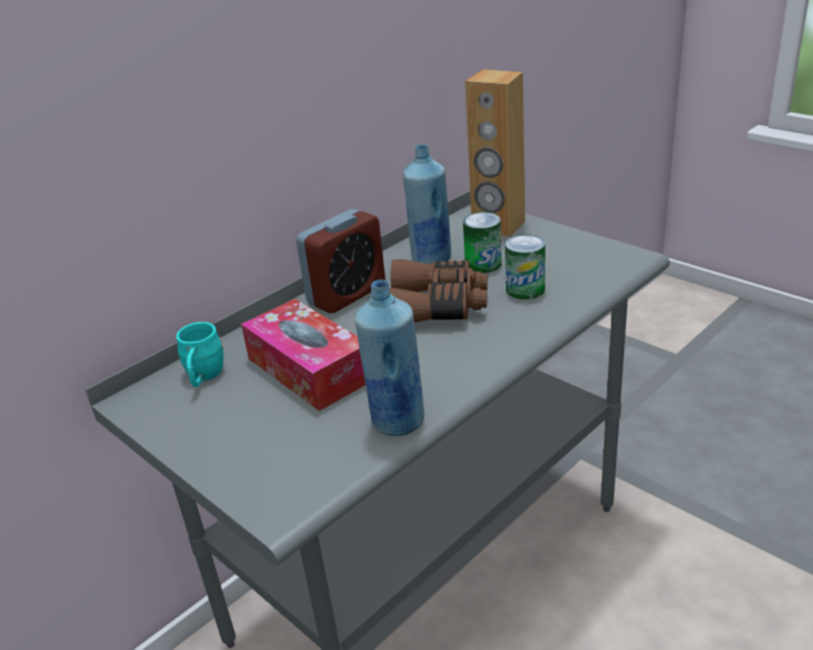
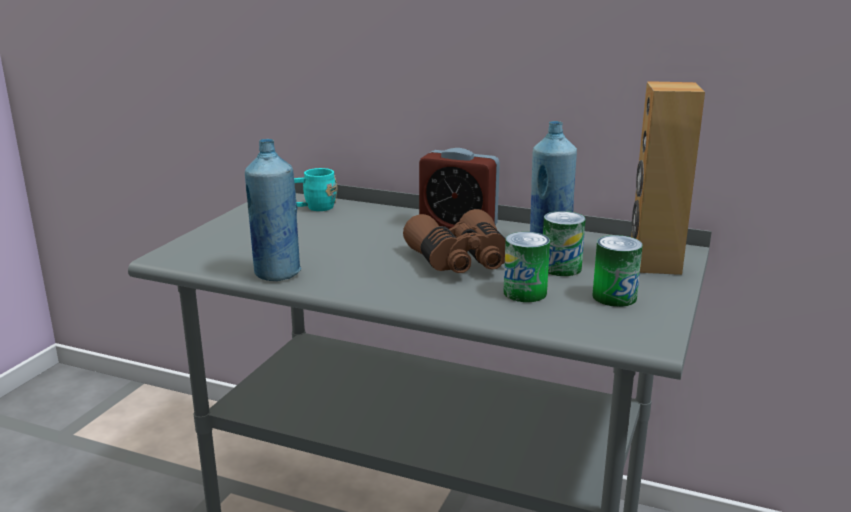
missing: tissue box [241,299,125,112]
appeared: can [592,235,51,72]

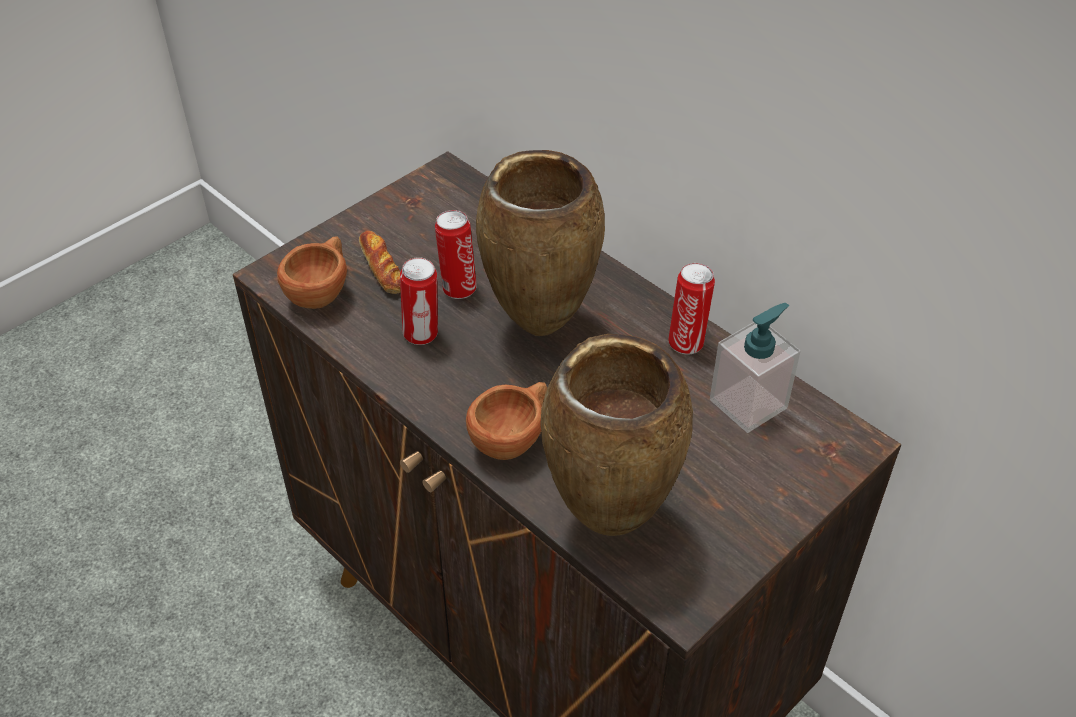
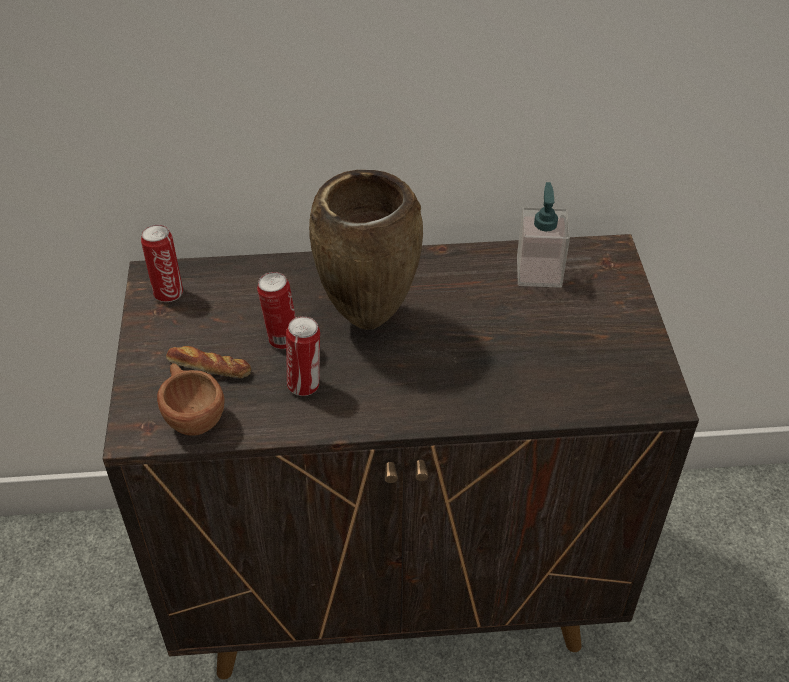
missing: brown cup [466,382,81,78]; brown vase [540,334,153,202]
relocated: can [668,263,47,92] to [141,225,42,77]

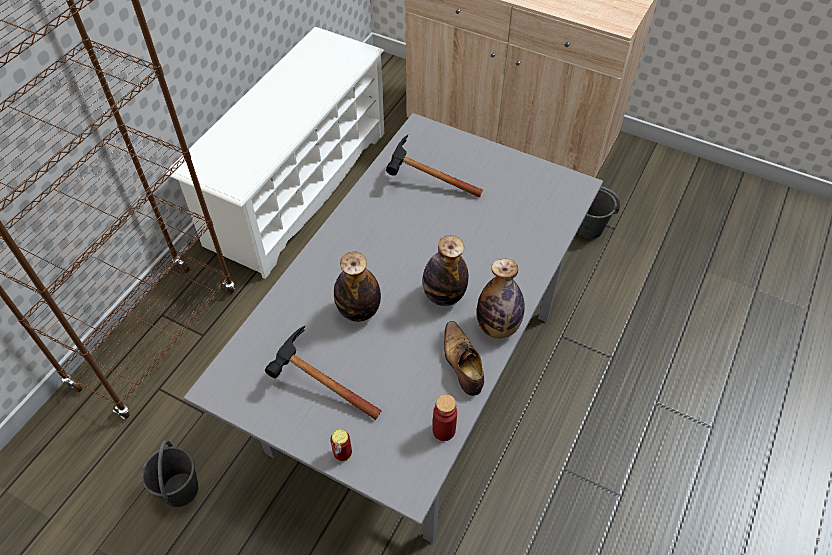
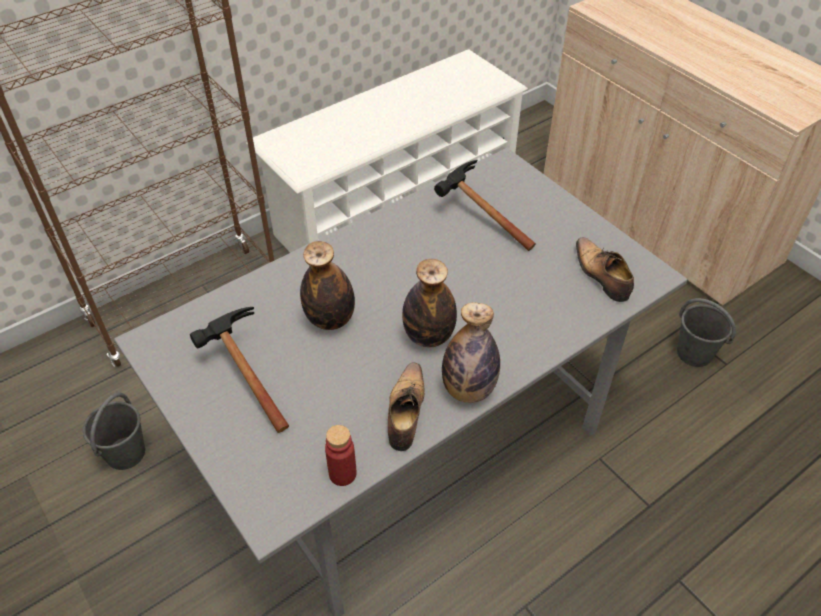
missing: can [330,430,22,32]
appeared: shoe [576,237,58,65]

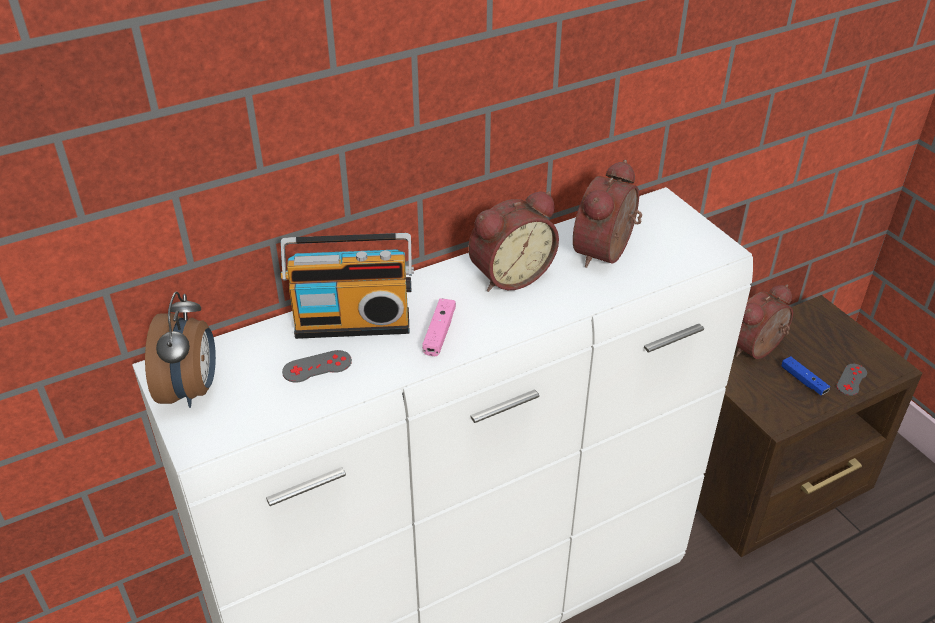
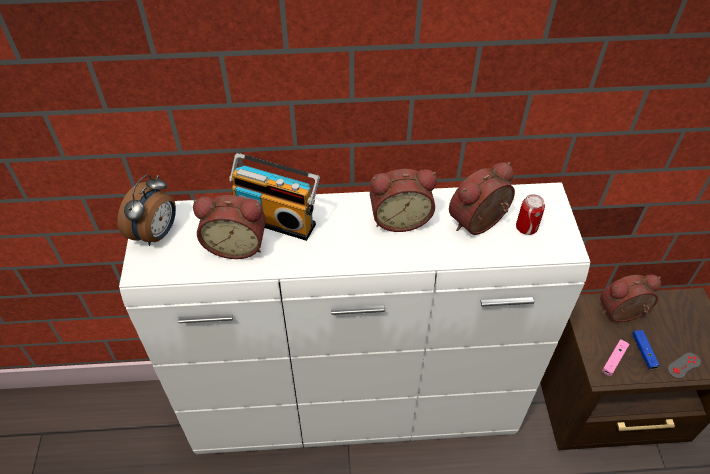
appeared: can [516,194,29,41]
relocated: pink game controller [422,298,34,58] to [602,339,27,37]
exchanged: grey game controller [282,350,70,33] to alarm clock [193,195,73,64]

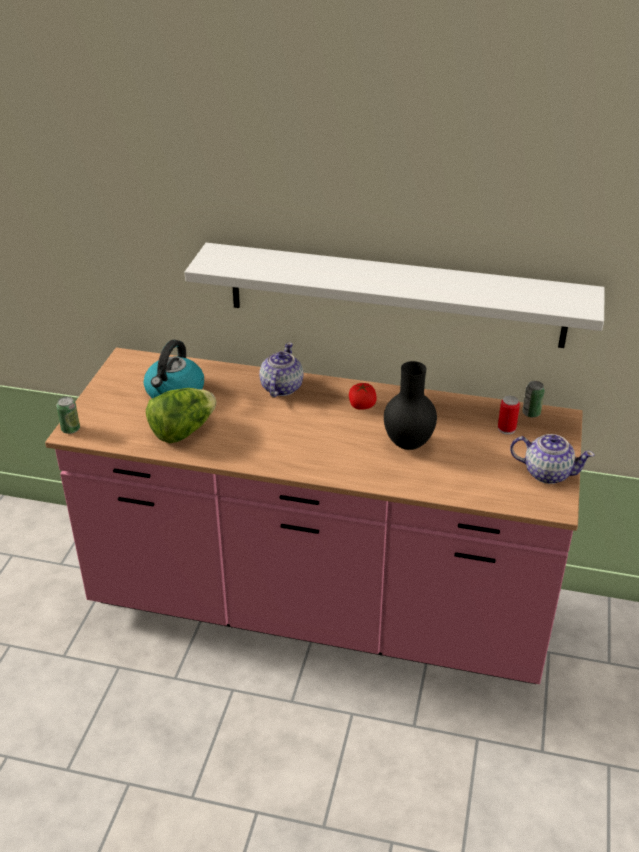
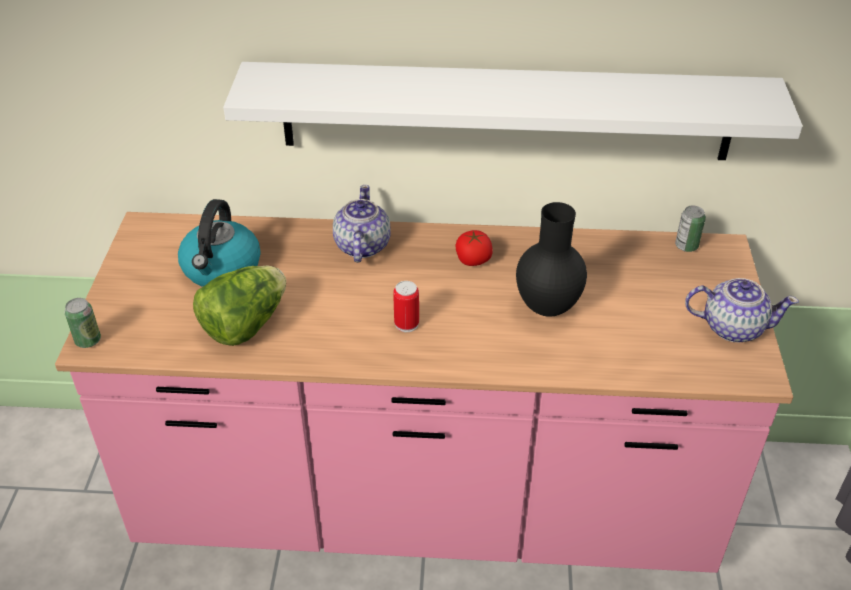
relocated: can [498,396,22,39] to [393,281,26,51]

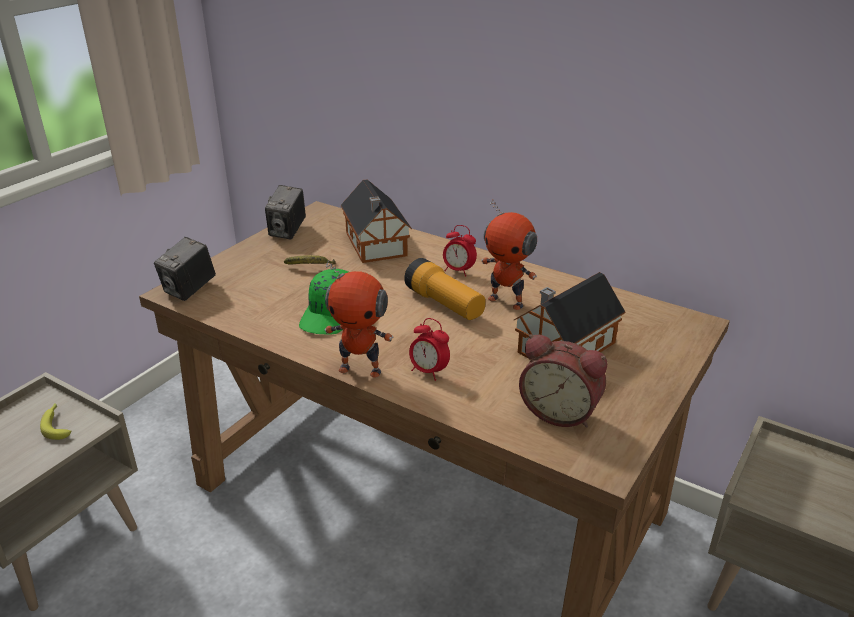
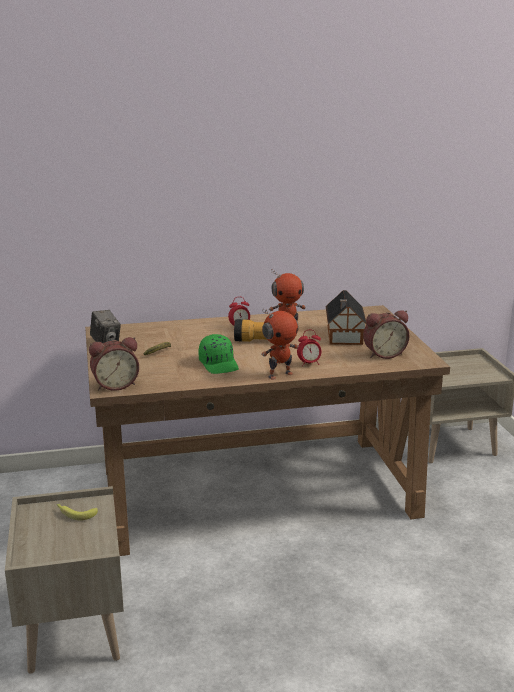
missing: toy house [341,179,71,84]
exchanged: photo camera [154,237,62,64] to alarm clock [89,337,50,54]

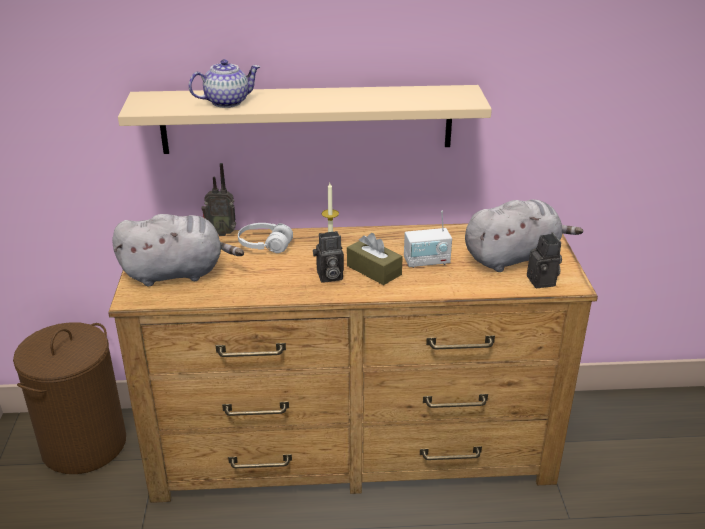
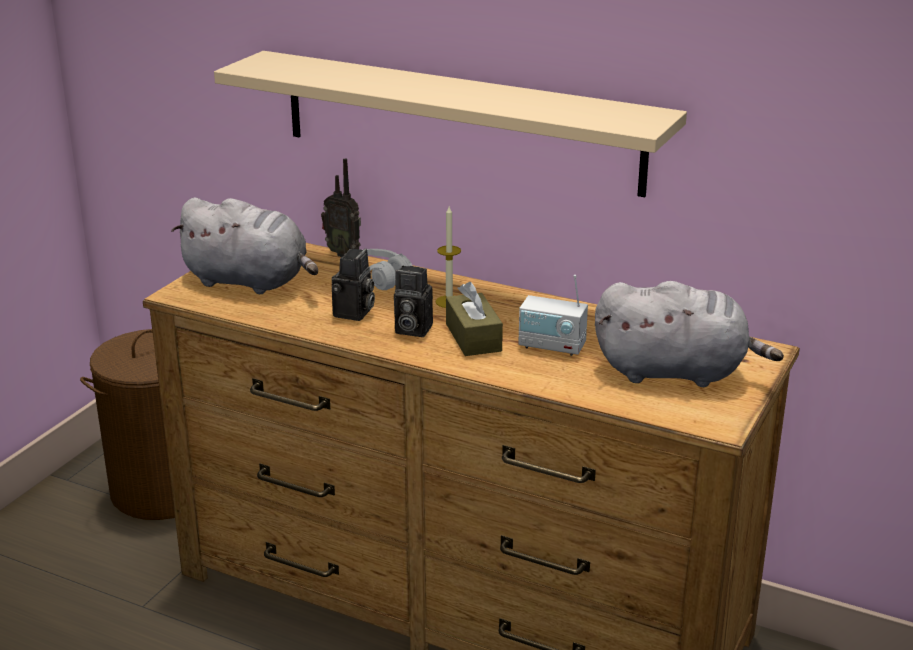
missing: teapot [189,59,71,49]
relocated: photo camera [527,232,35,56] to [332,248,43,73]

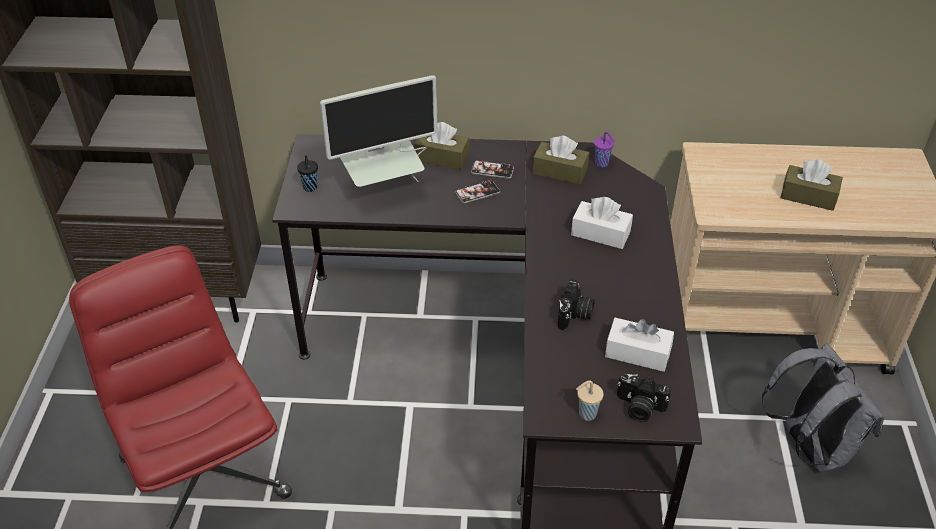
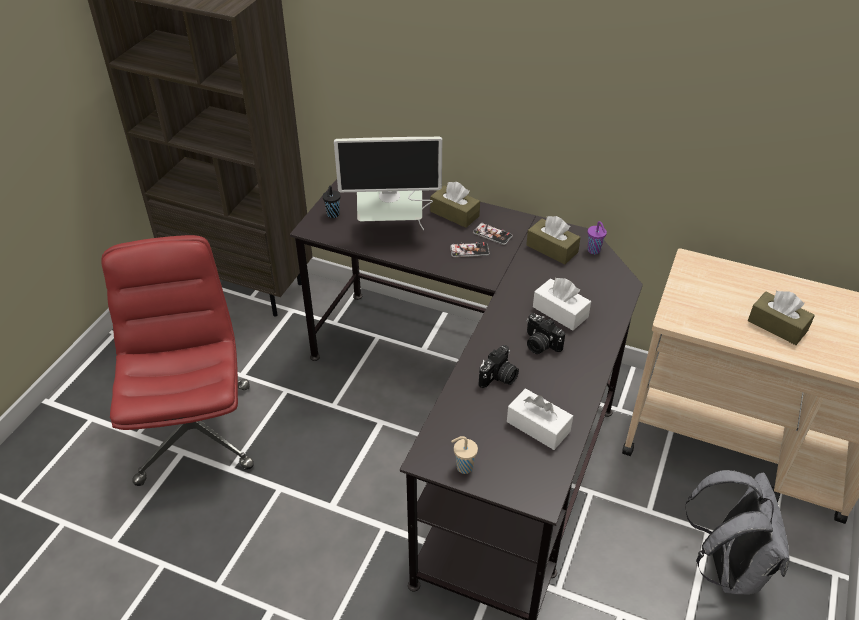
relocated: photo camera [617,374,54,48] to [527,313,38,41]

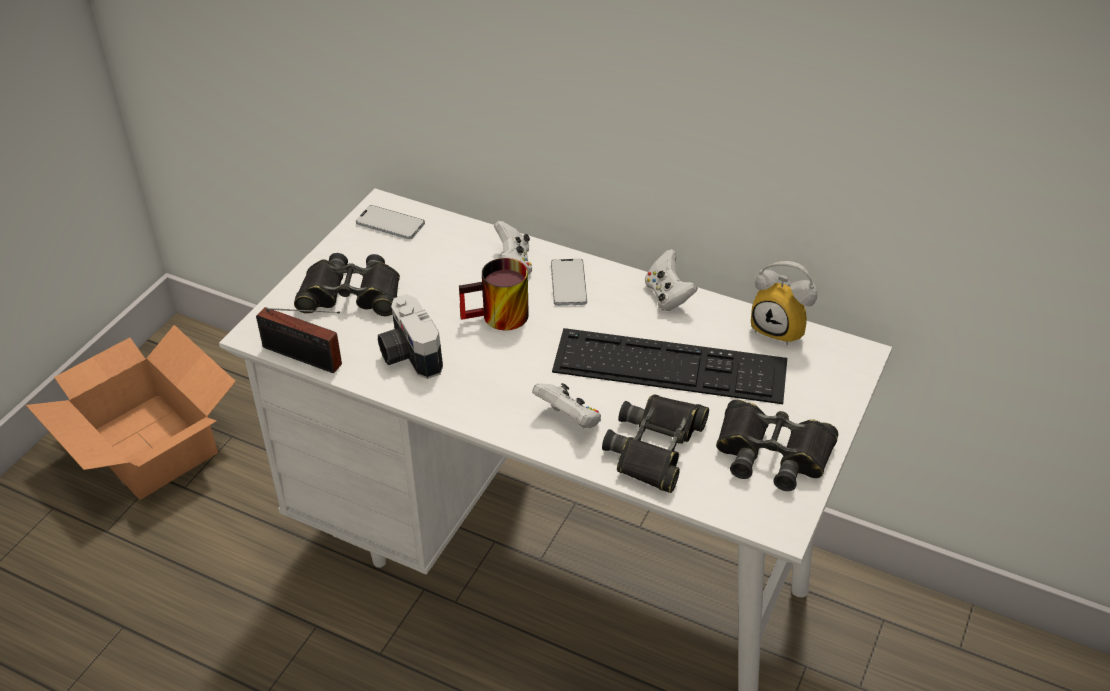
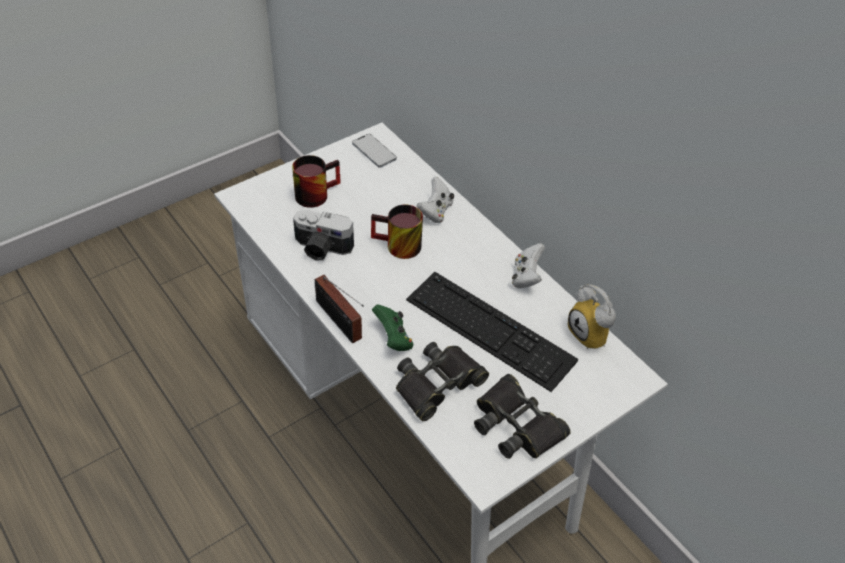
missing: cardboard box [26,325,210,175]; phone [551,259,36,47]
relocated: radio [256,307,86,66] to [315,275,49,68]
exchanged: black binoculars [294,253,106,63] to mug [292,155,49,53]
colour: white game controller [532,383,69,45] to green game controller [372,305,41,46]
spun: photo camera [378,294,65,85] = [293,210,61,51] 75 degrees counterclockwise

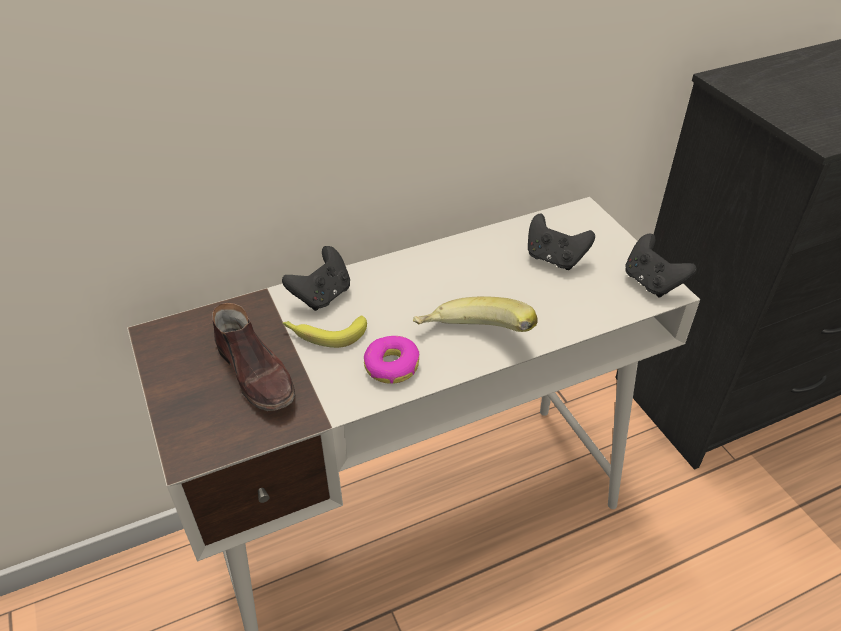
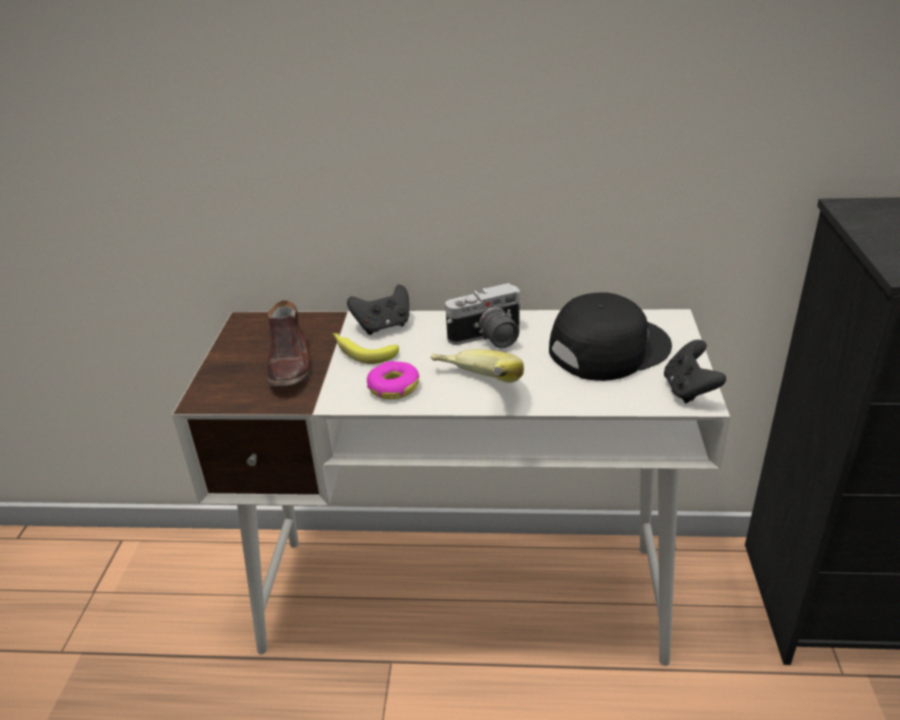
appeared: photo camera [445,283,79,65]
exchanged: black game controller [528,214,67,56] to black cap [549,292,123,89]

